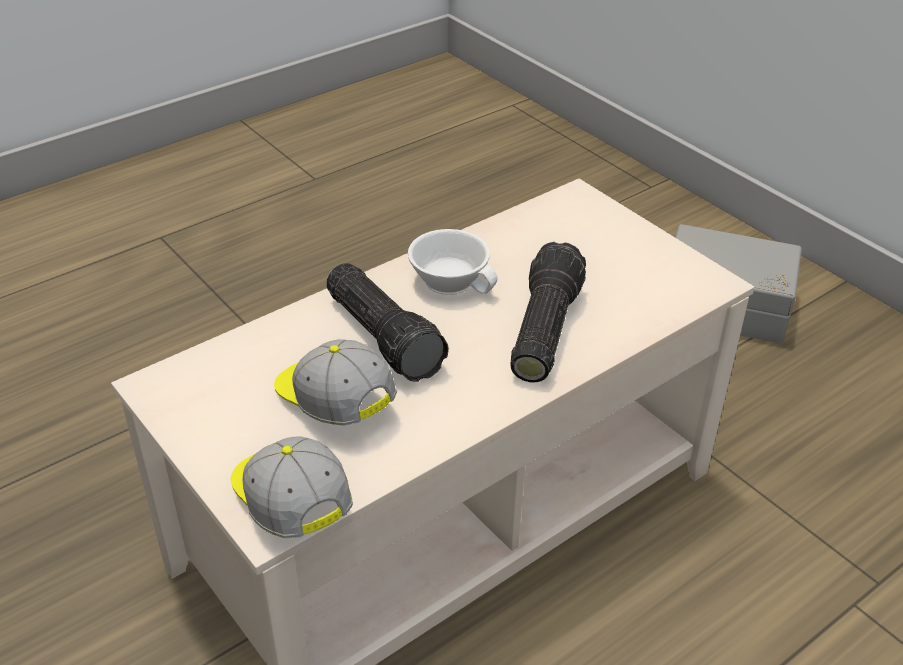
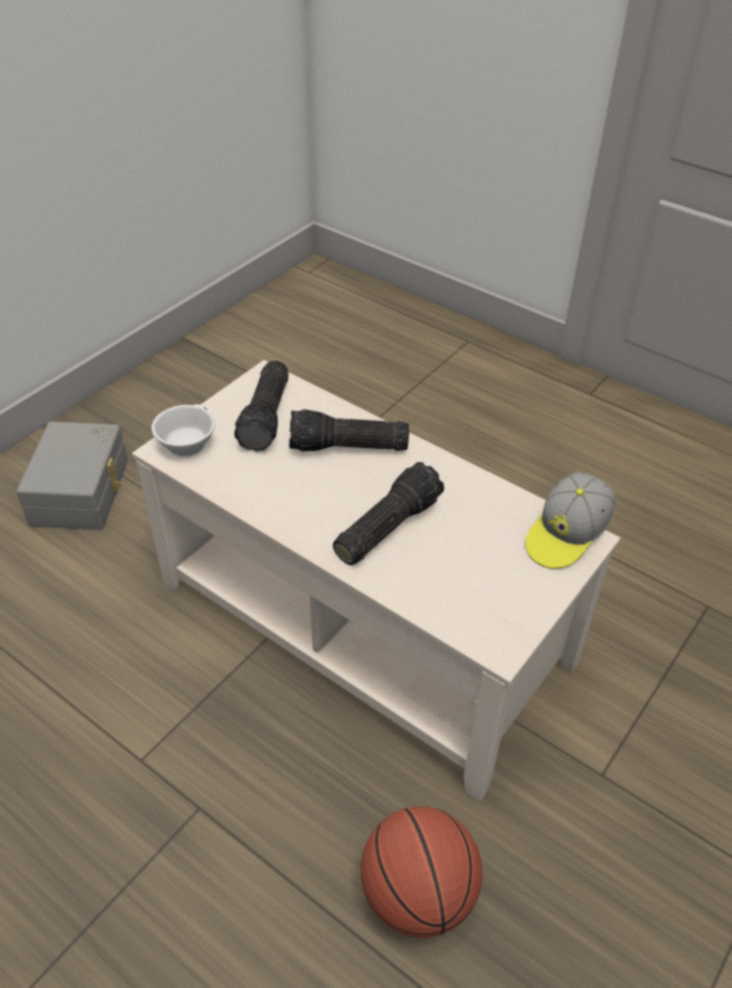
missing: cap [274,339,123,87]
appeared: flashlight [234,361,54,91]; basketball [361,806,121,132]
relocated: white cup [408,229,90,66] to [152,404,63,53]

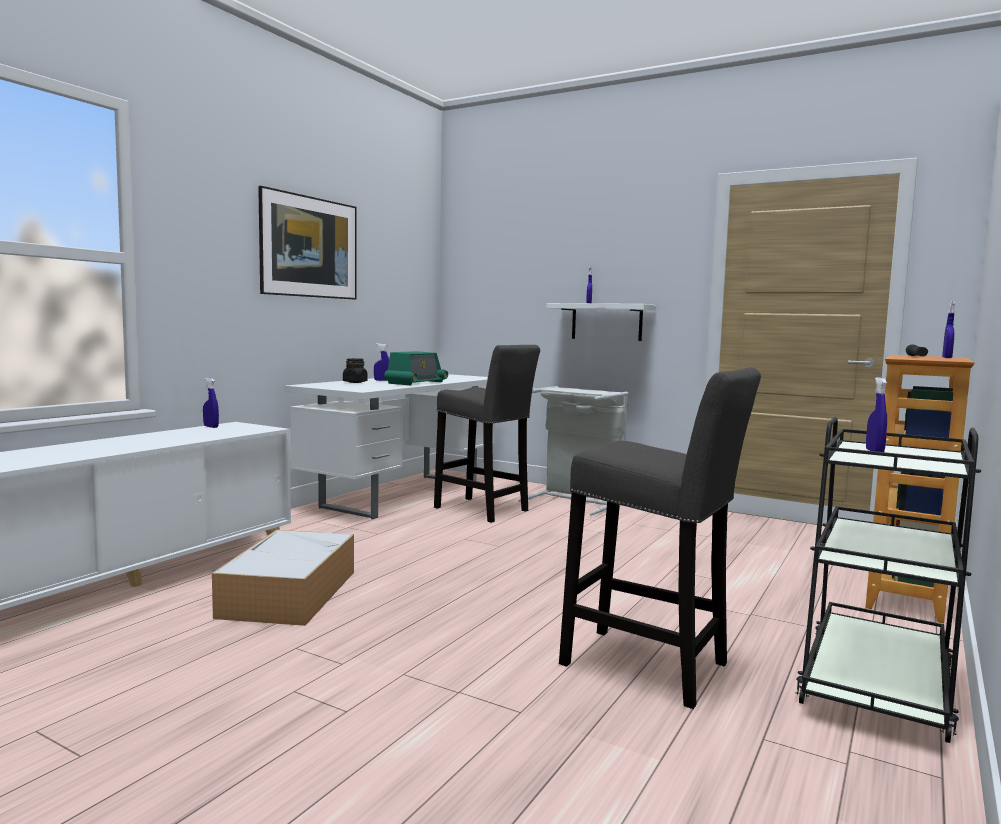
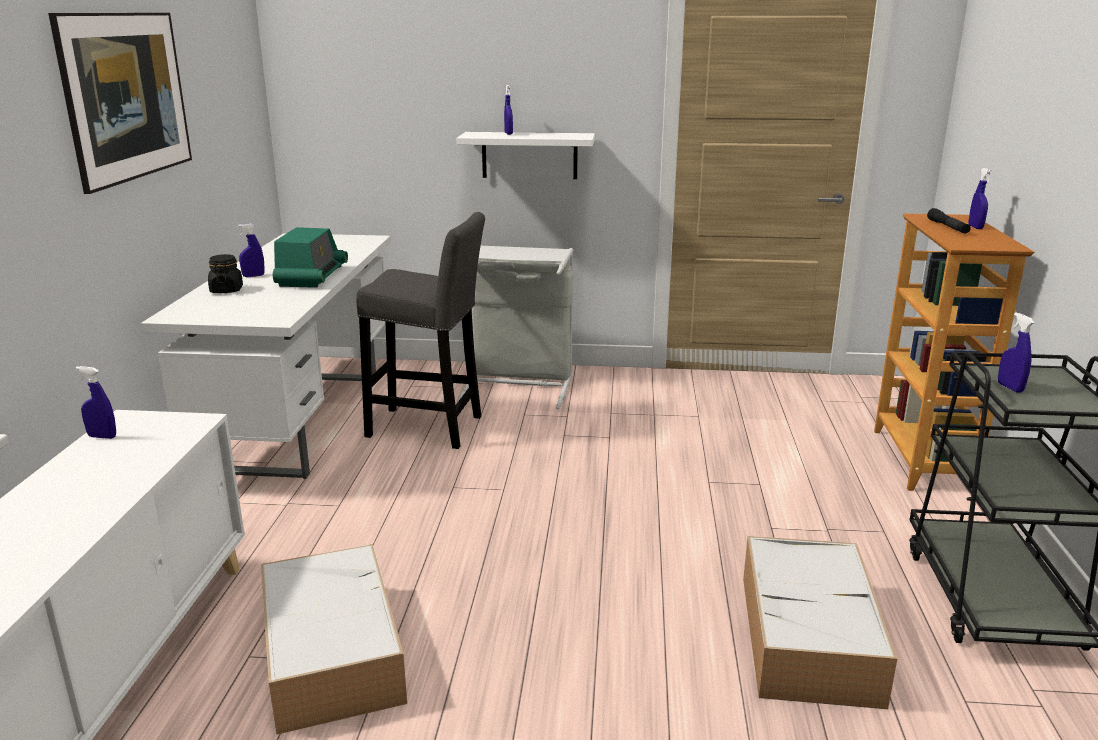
exchanged: grey stool [559,368,202,341] to storage box [743,536,154,173]

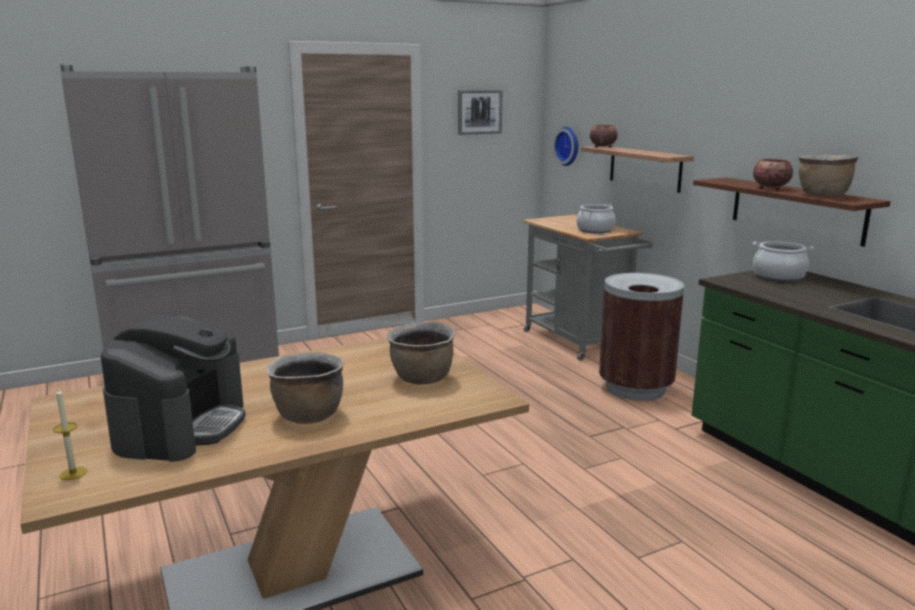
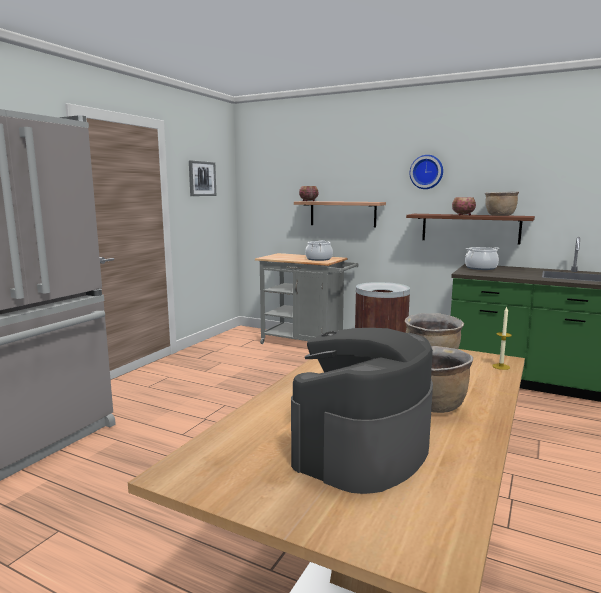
relocated: wall clock [553,127,25,39] to [409,155,34,34]; candle [53,388,34,92] to [492,307,20,63]
spun: coffee machine [101,316,145,146] = [291,328,142,166] 120 degrees counterclockwise

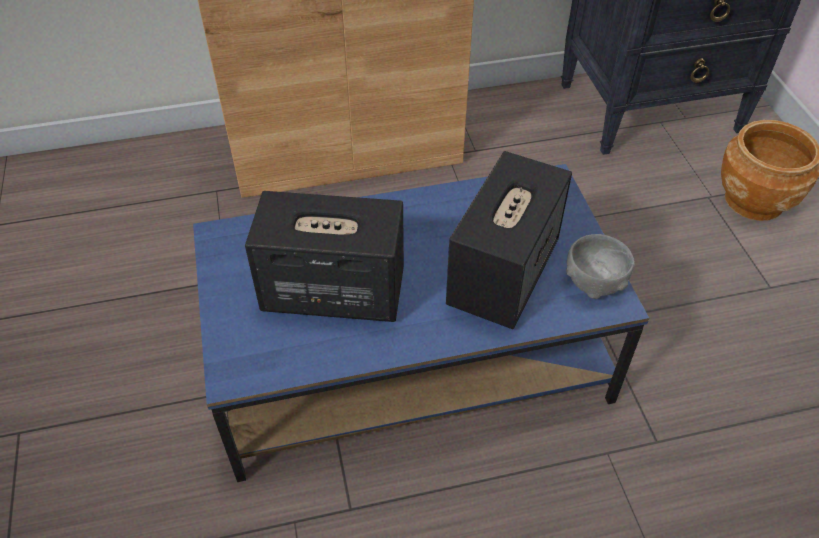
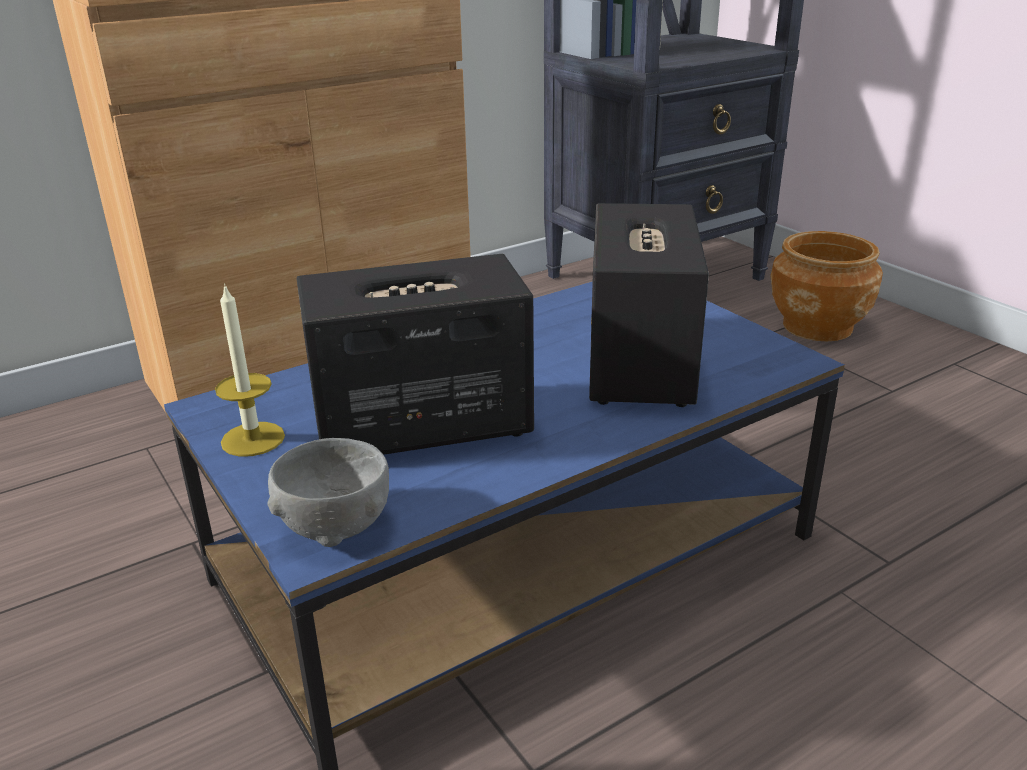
appeared: candle [215,283,70,174]
relocated: grey bowl [566,234,68,65] to [267,438,122,109]

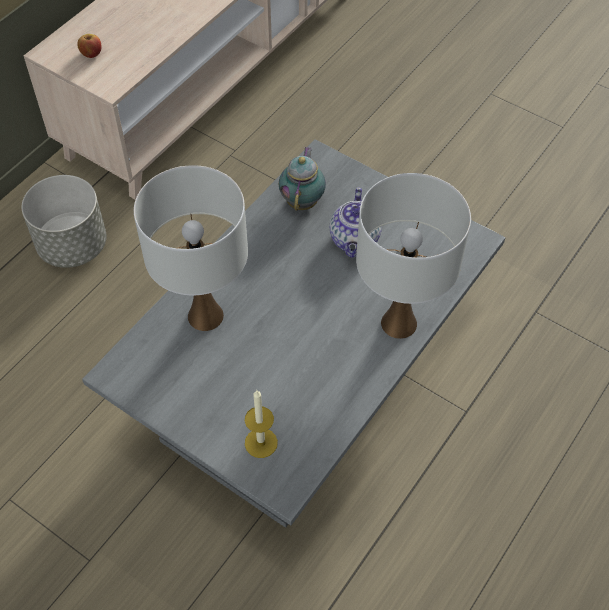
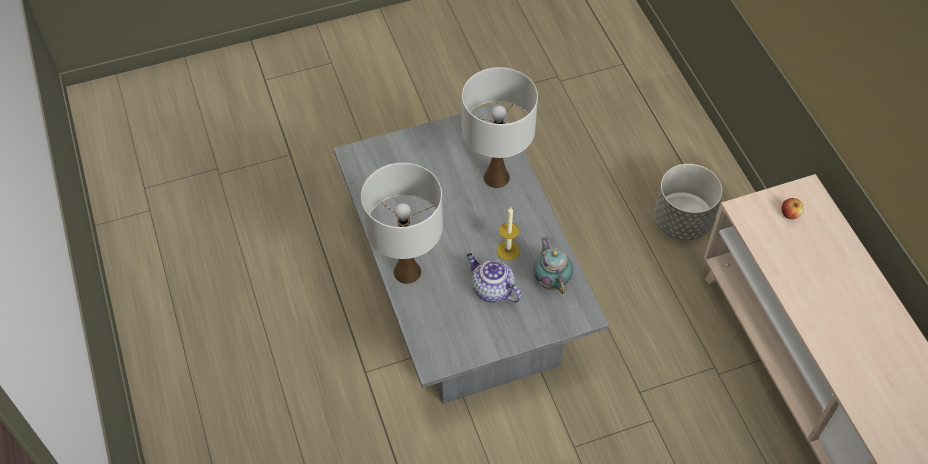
relocated: candle [245,390,33,68] to [497,207,23,54]
spun: teapot [278,147,48,64] = [533,237,40,57] 150 degrees counterclockwise

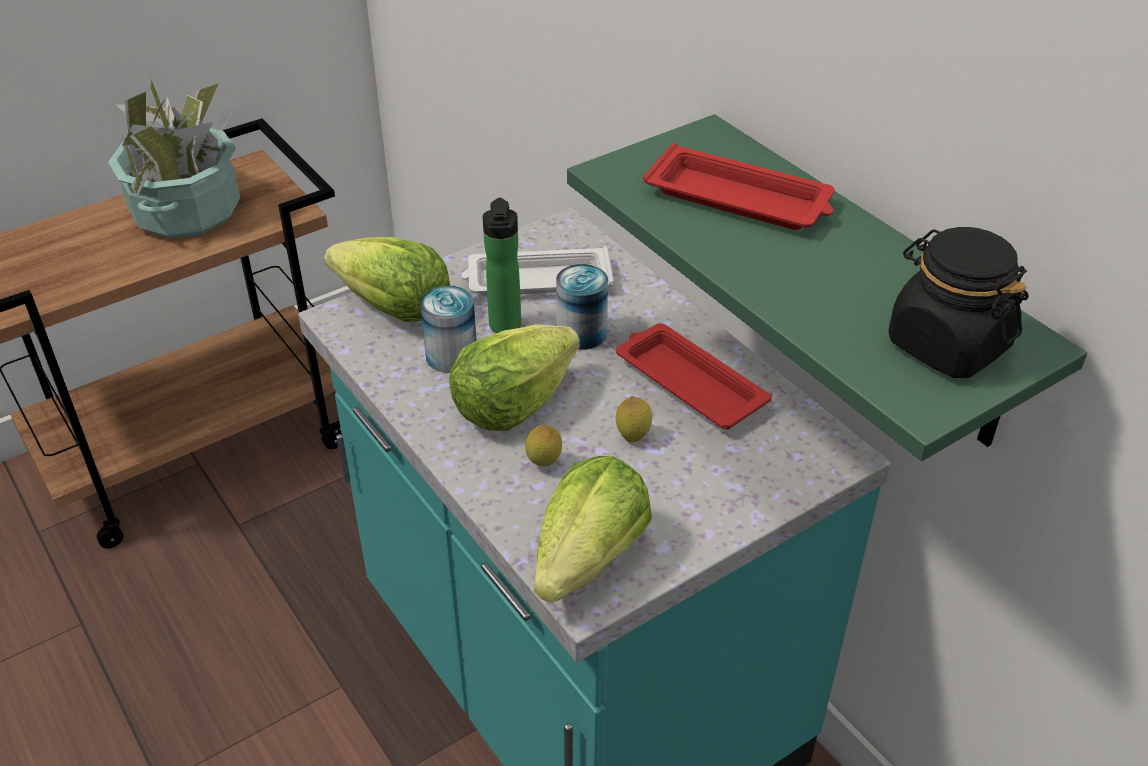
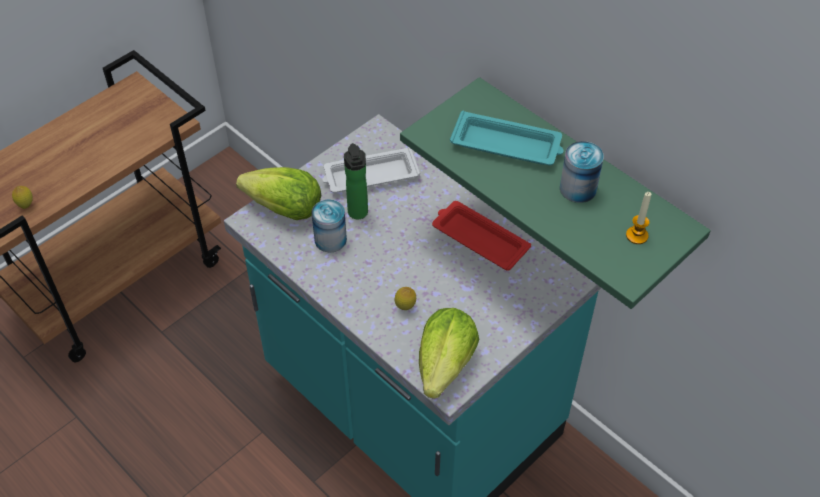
missing: potted plant [108,79,132,159]; lettuce [449,324,131,107]
relocated: lemon [616,396,36,47] to [12,186,21,23]; can [556,264,52,86] to [560,141,44,62]
exchanged: black jar [888,227,140,151] to candle [626,192,26,52]
colour: red tray [643,143,192,87] to turquoise tray [450,111,114,55]

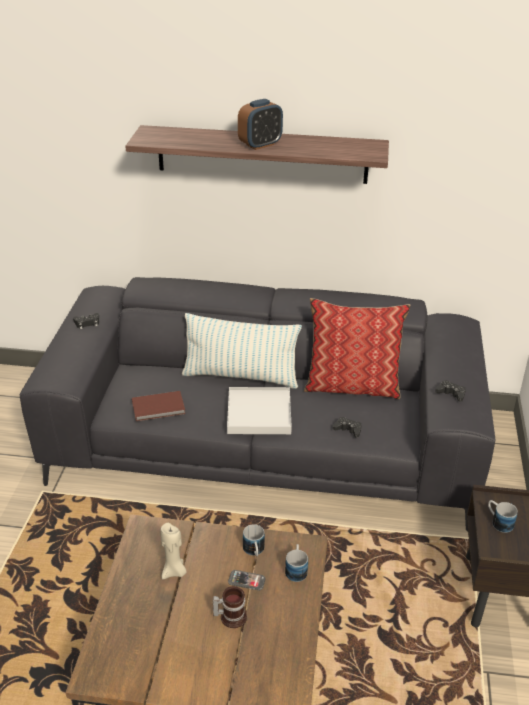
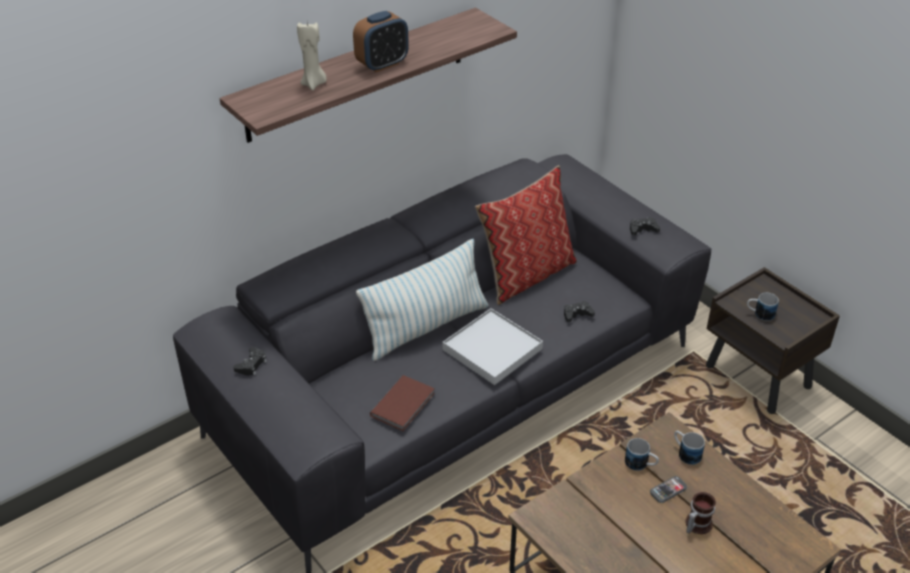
relocated: beige candle [160,523,27,57] to [297,22,30,69]
spun: alarm clock [238,99,45,51] = [353,11,56,61] 45 degrees clockwise

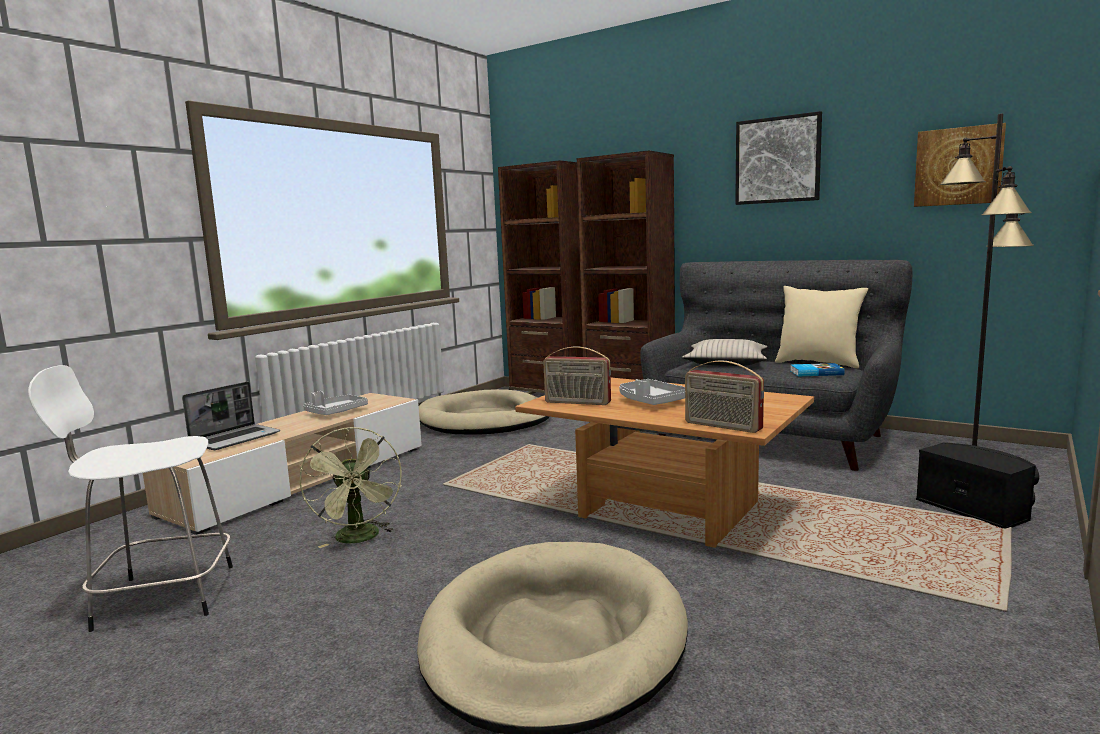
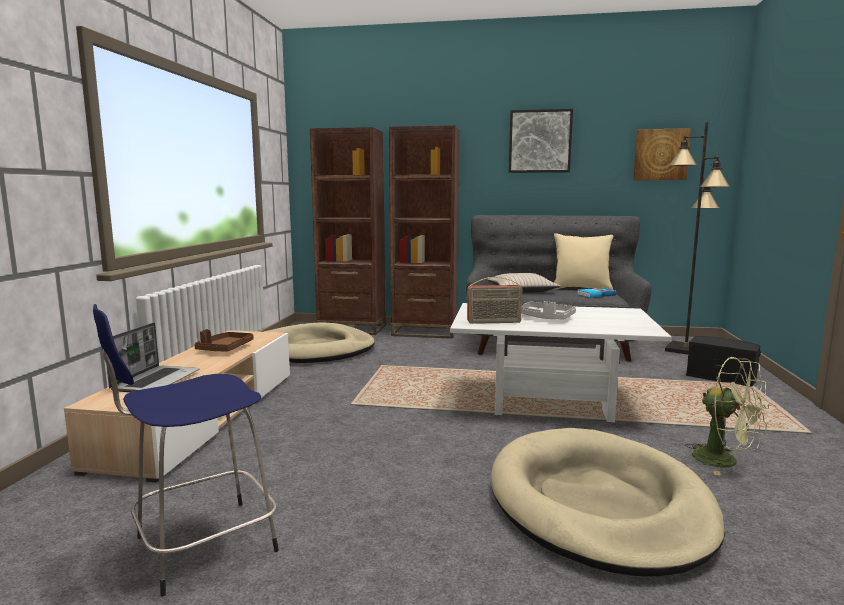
missing: radio [685,360,79,73]
relocated: green fan [299,427,103,121] to [685,357,84,119]
colour: white stool [28,365,205,267] to blue stool [93,304,186,293]; grey tray [303,391,65,24] to brown tray [194,329,60,23]; brown coffee table [515,378,299,170] to white coffee table [450,303,222,119]

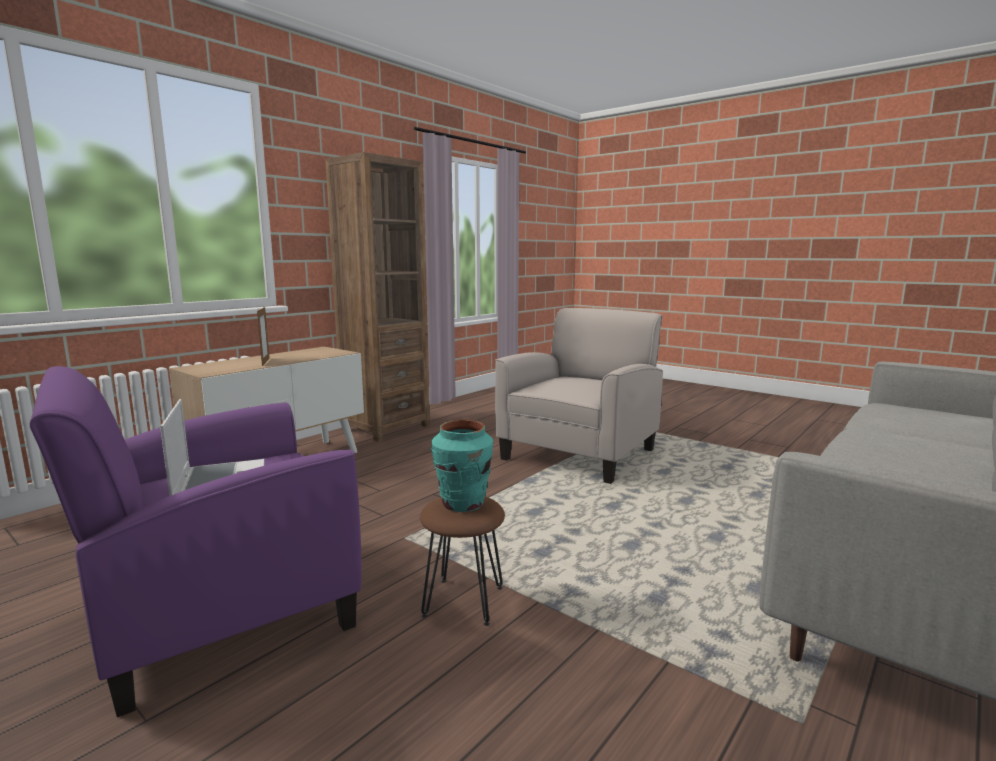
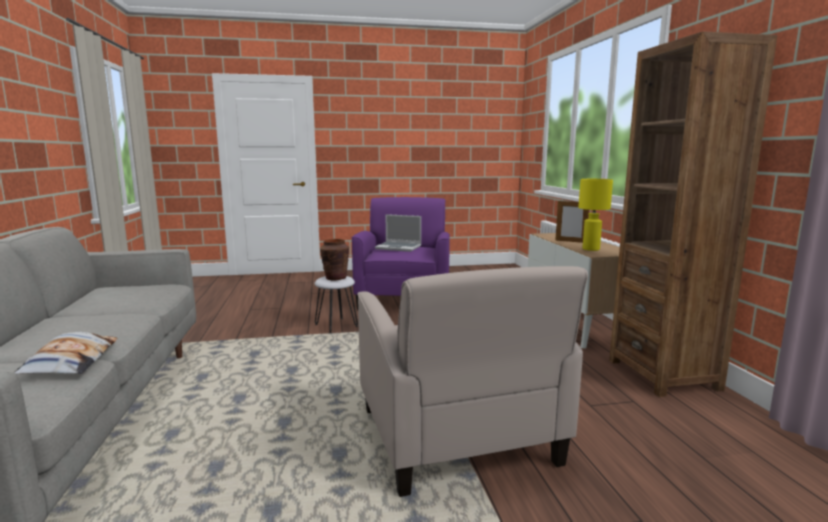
appeared: pillow [13,332,105,42]; yellow table lamp [578,179,35,72]
colour: brown stool [420,497,85,129] to white stool [315,276,43,57]; turquoise vase [431,419,62,93] to brown vase [320,239,29,41]

